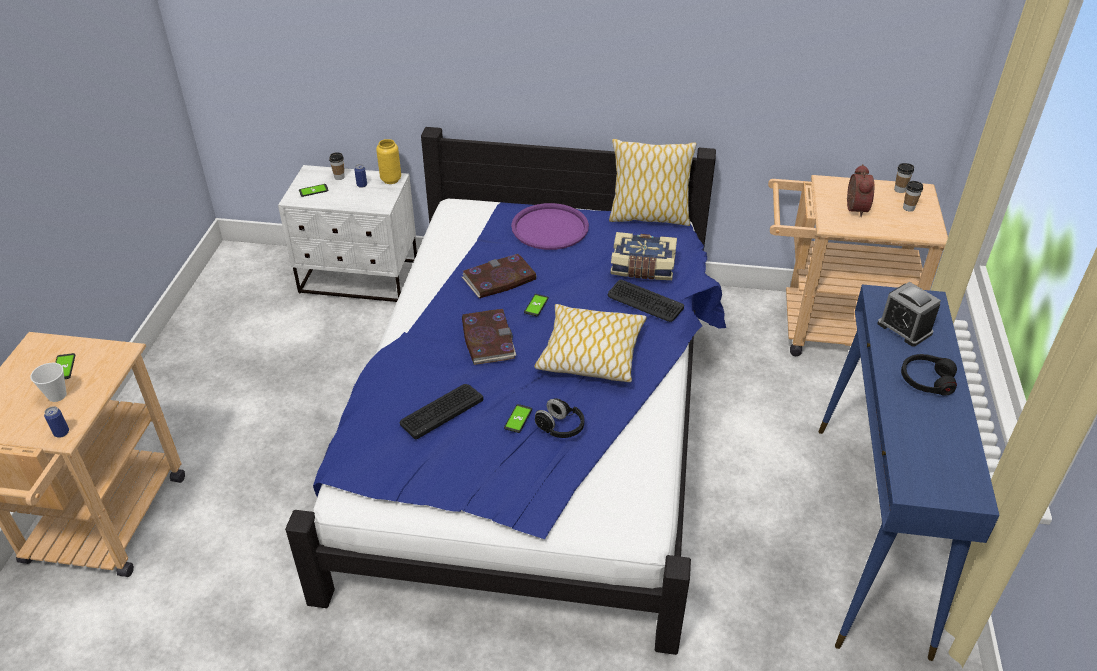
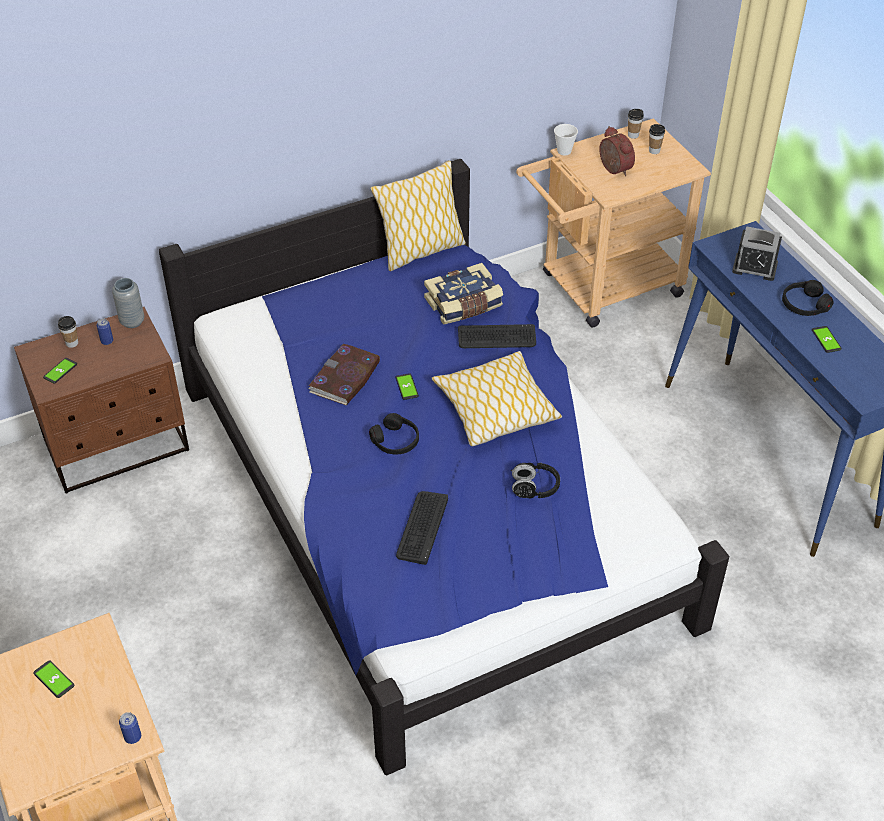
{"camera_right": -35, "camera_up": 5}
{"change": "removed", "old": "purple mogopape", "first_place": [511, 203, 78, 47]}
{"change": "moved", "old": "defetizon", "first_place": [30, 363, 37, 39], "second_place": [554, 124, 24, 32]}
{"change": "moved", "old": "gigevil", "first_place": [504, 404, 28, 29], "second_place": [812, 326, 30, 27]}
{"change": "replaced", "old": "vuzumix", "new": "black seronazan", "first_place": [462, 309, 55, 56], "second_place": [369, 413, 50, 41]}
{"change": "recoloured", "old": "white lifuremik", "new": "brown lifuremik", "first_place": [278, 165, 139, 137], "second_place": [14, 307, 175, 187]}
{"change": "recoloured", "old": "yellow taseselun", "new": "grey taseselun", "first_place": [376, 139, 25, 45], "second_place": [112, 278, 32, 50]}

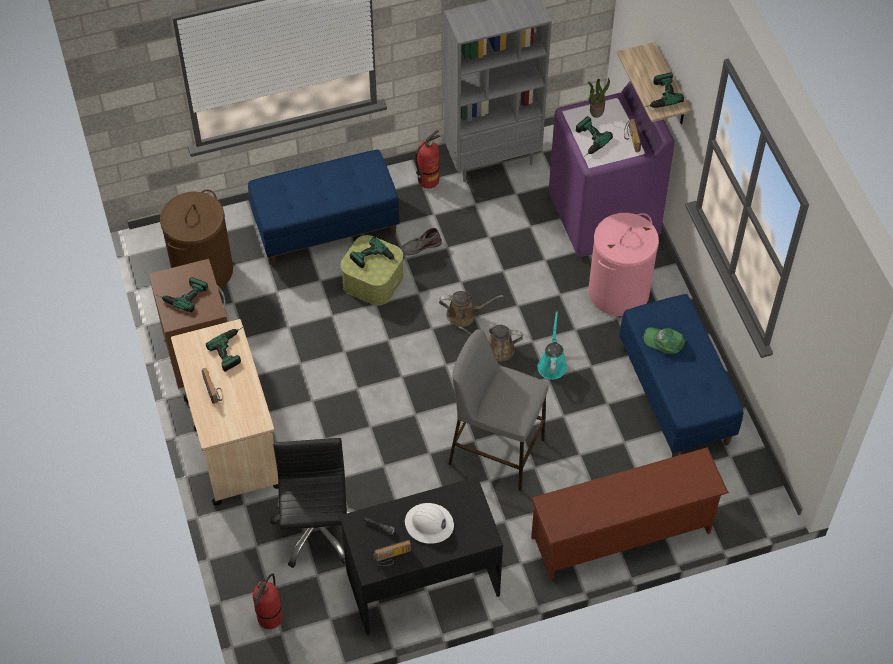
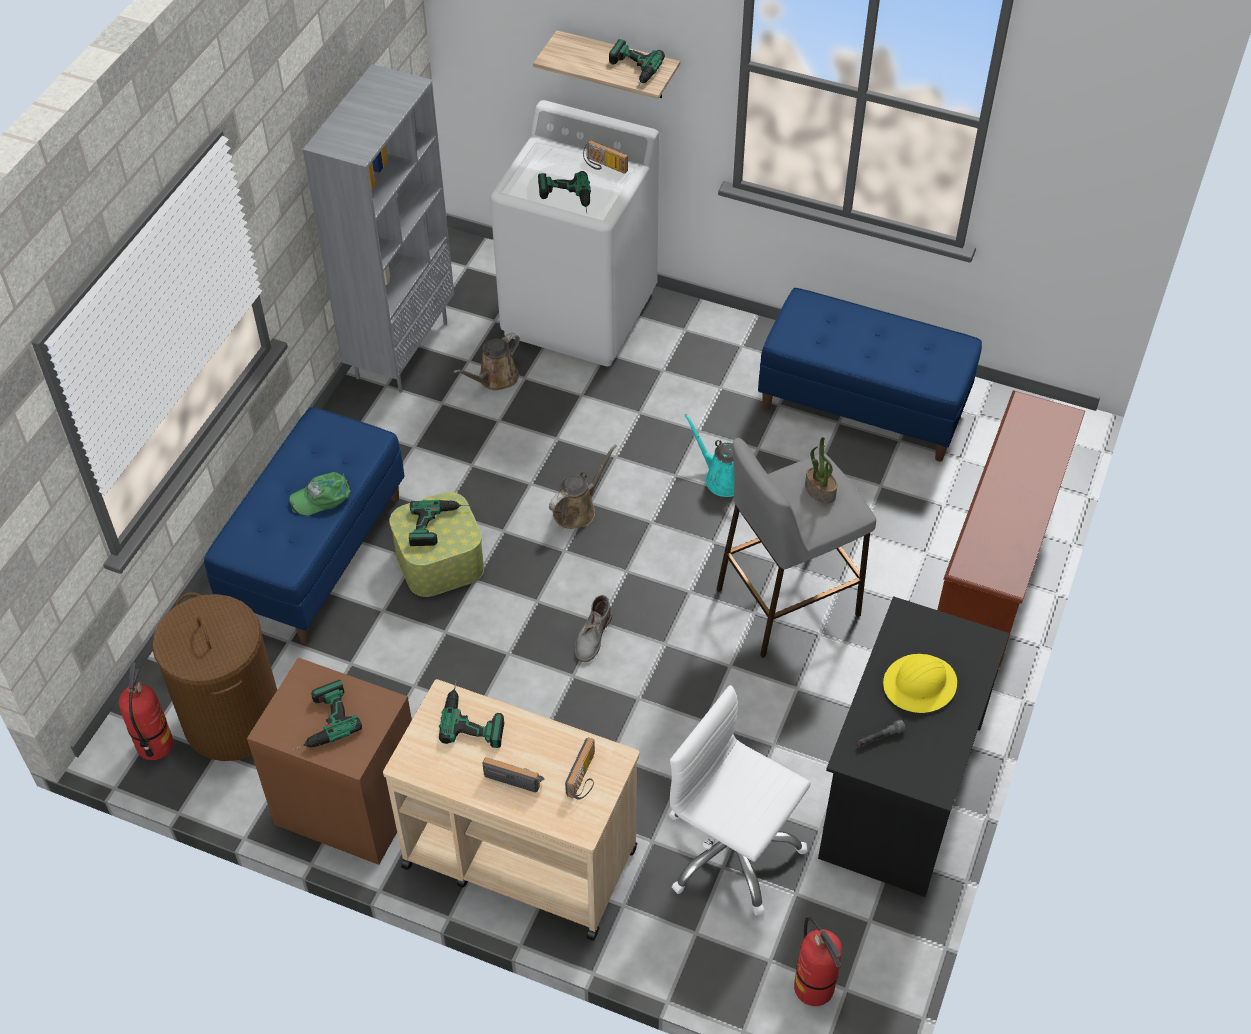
{"camera_right": -50, "camera_up": -5}
{"change": "removed", "old": "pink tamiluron", "first_place": [588, 213, 71, 103]}
{"change": "moved", "old": "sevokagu", "first_place": [373, 540, 38, 26], "second_place": [565, 737, 30, 63]}
{"change": "moved", "old": "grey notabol", "first_place": [400, 228, 42, 27], "second_place": [574, 595, 38, 67]}
{"change": "moved", "old": "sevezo", "first_place": [415, 130, 25, 59], "second_place": [119, 662, 54, 98]}
{"change": "moved", "old": "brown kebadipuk", "first_place": [458, 325, 65, 37], "second_place": [453, 333, 67, 58]}
{"change": "moved", "old": "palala", "first_place": [588, 78, 22, 40], "second_place": [805, 437, 32, 66]}
{"change": "moved", "old": "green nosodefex", "first_place": [643, 327, 44, 27], "second_place": [289, 472, 62, 44]}
{"change": "recoloured", "old": "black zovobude", "new": "white zovobude", "first_place": [270, 438, 87, 130], "second_place": [669, 685, 142, 231]}
{"change": "recoloured", "old": "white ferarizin", "new": "yellow ferarizin", "first_place": [405, 503, 49, 41], "second_place": [883, 654, 74, 59]}
{"change": "recoloured", "old": "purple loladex", "new": "white loladex", "first_place": [549, 81, 126, 177], "second_place": [490, 100, 169, 267]}

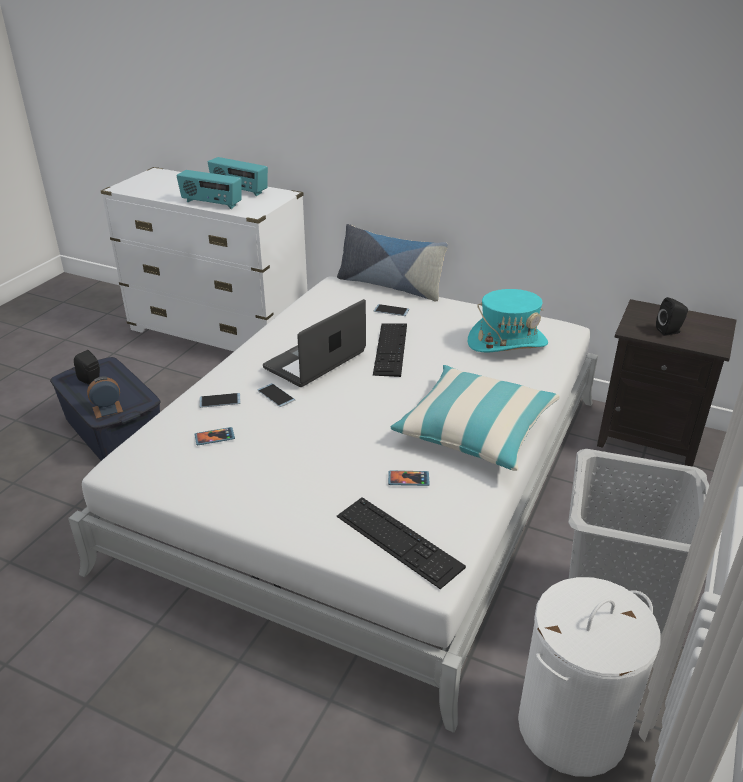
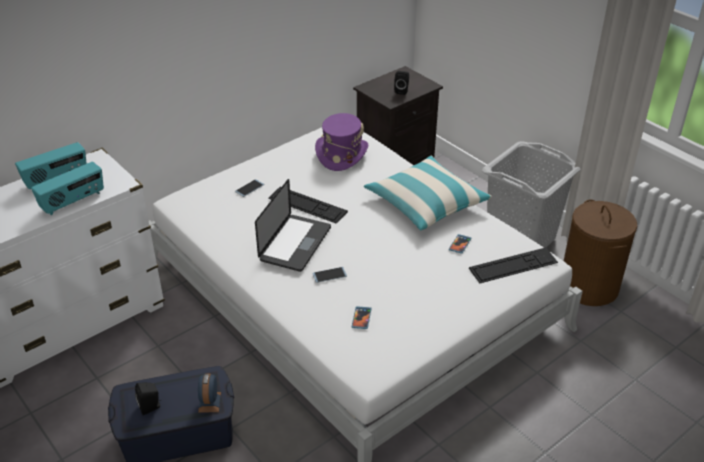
{"camera_right": -65, "camera_up": 5}
{"change": "removed", "old": "gigevil", "first_place": [199, 393, 42, 15]}
{"change": "removed", "old": "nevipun", "first_place": [337, 224, 111, 77]}
{"change": "recoloured", "old": "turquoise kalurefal", "new": "purple kalurefal", "first_place": [468, 289, 80, 63], "second_place": [315, 113, 53, 58]}
{"change": "recoloured", "old": "white tamiluron", "new": "brown tamiluron", "first_place": [518, 577, 143, 200], "second_place": [564, 200, 73, 106]}
{"change": "turned", "old": "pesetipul", "first_place": [263, 299, 103, 88], "second_place": [255, 179, 76, 93], "degrees": -135}

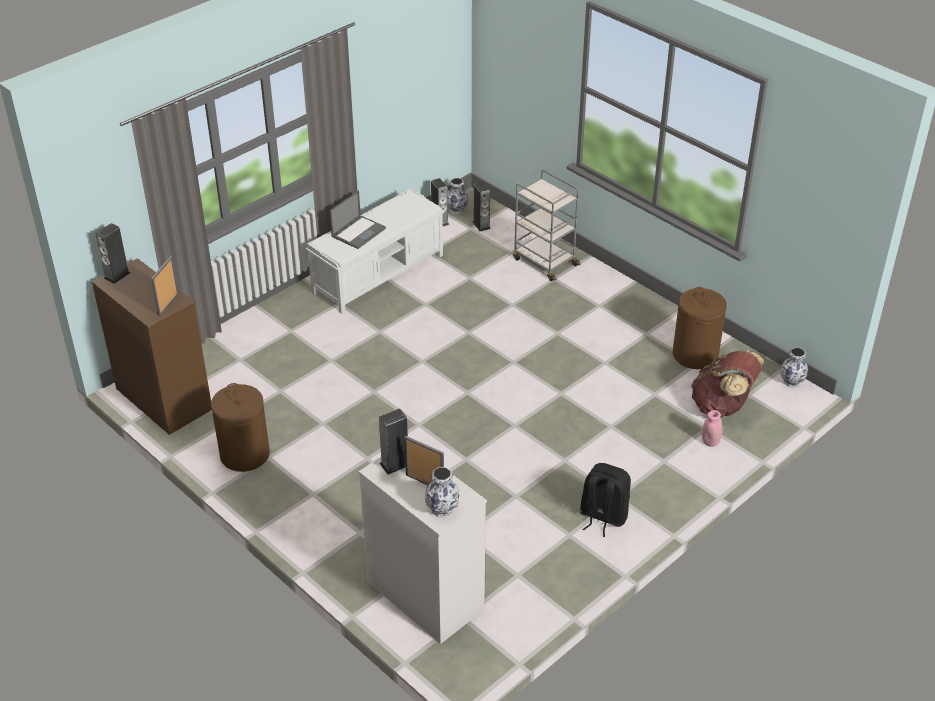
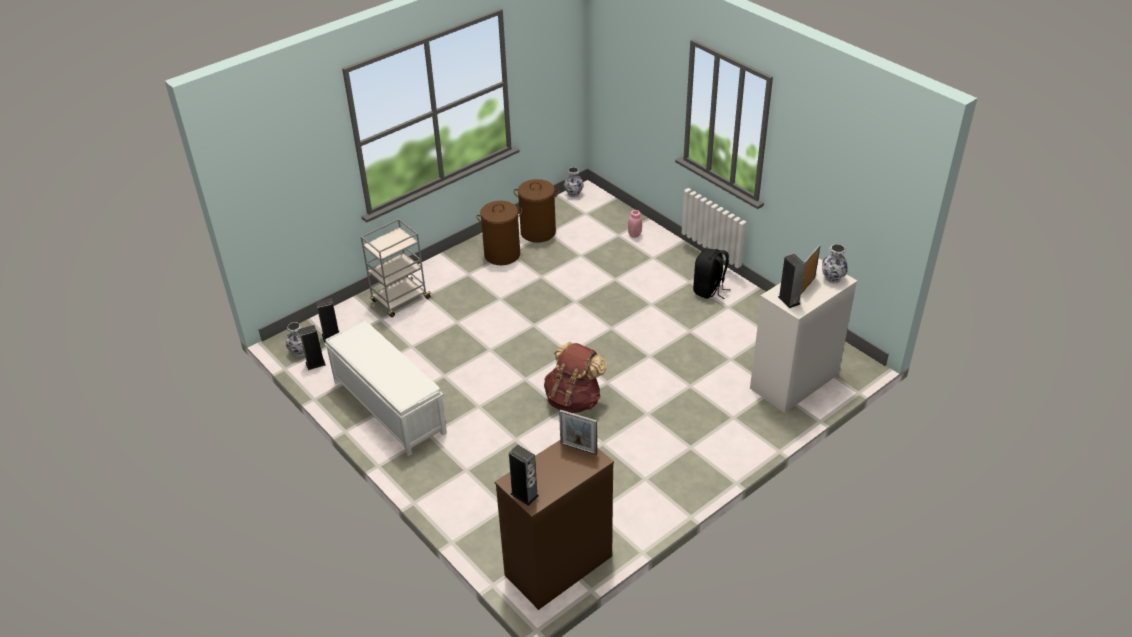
{"camera_right": -85, "camera_up": 0}
{"change": "removed", "old": "pesetipul", "first_place": [330, 190, 56, 59]}
{"change": "moved", "old": "brown tamiluron", "first_place": [211, 383, 59, 89], "second_place": [476, 201, 46, 64]}
{"change": "moved", "old": "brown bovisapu", "first_place": [691, 350, 73, 68], "second_place": [544, 342, 63, 71]}

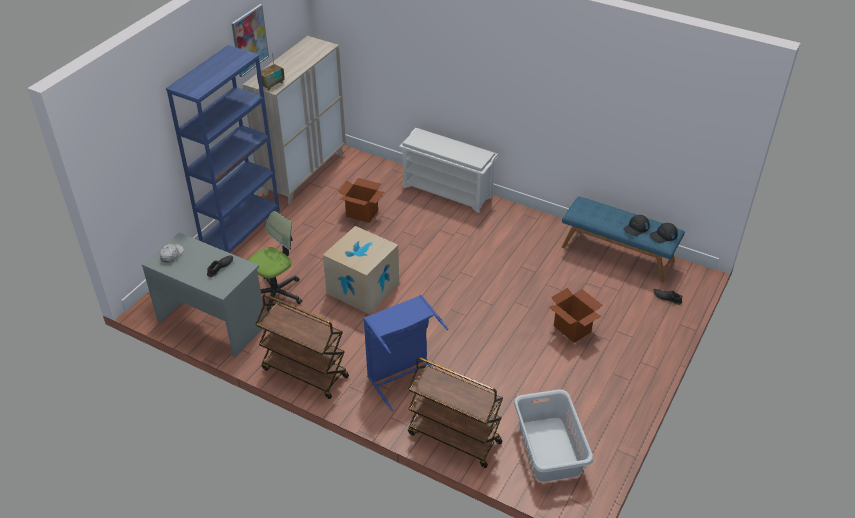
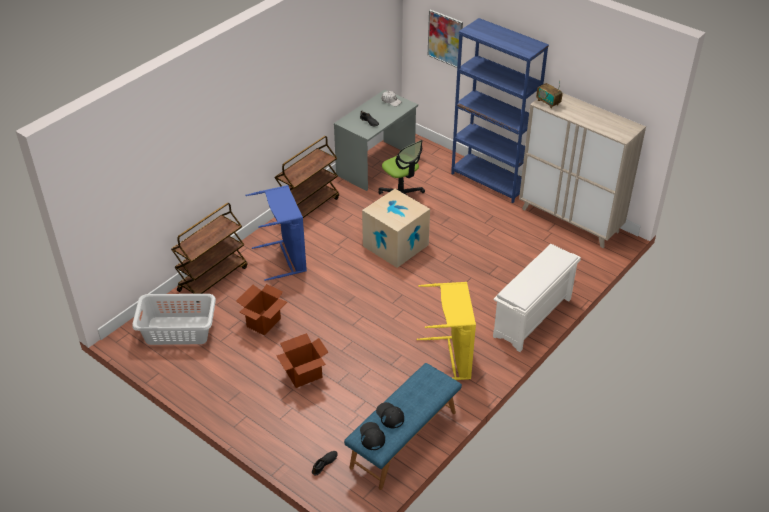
{"camera_right": 100, "camera_up": 0}
{"change": "added", "new": "yellow tamiluron", "second_place": [417, 282, 59, 98]}
{"change": "moved", "old": "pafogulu", "first_place": [231, 4, 38, 73], "second_place": [428, 9, 35, 59]}
{"change": "moved", "old": "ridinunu", "first_place": [338, 178, 46, 45], "second_place": [236, 284, 51, 51]}

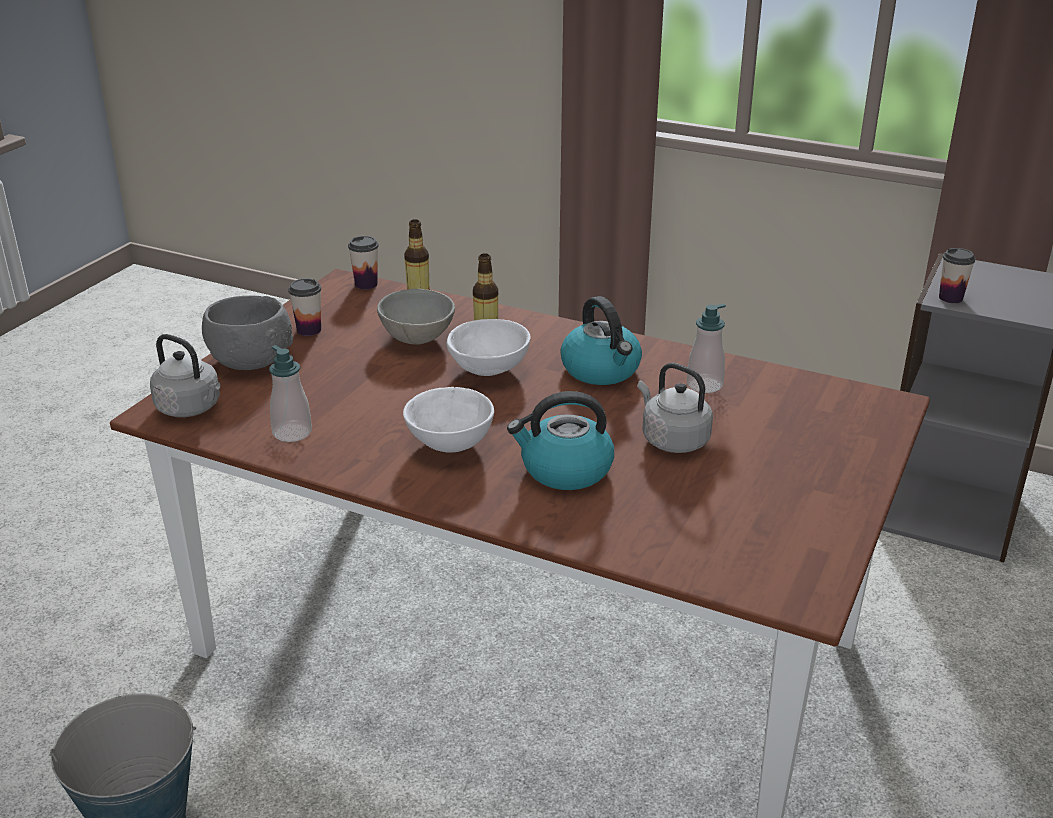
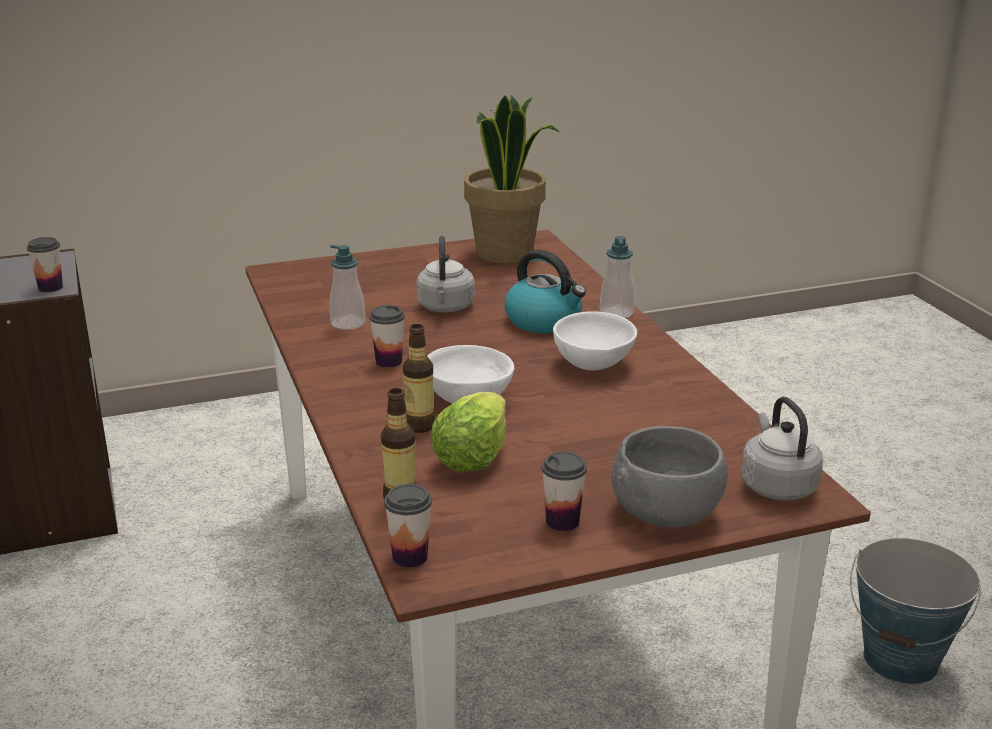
{"camera_right": -135, "camera_up": -5}
{"change": "added", "new": "palala", "second_place": [464, 95, 95, 169]}
{"change": "moved", "old": "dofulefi", "first_place": [269, 345, 43, 97], "second_place": [600, 236, 35, 82]}
{"change": "replaced", "old": "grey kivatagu", "new": "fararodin", "first_place": [377, 289, 78, 56], "second_place": [430, 392, 76, 80]}
{"change": "replaced", "old": "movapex", "new": "defetizon", "first_place": [560, 296, 82, 89], "second_place": [369, 305, 36, 63]}

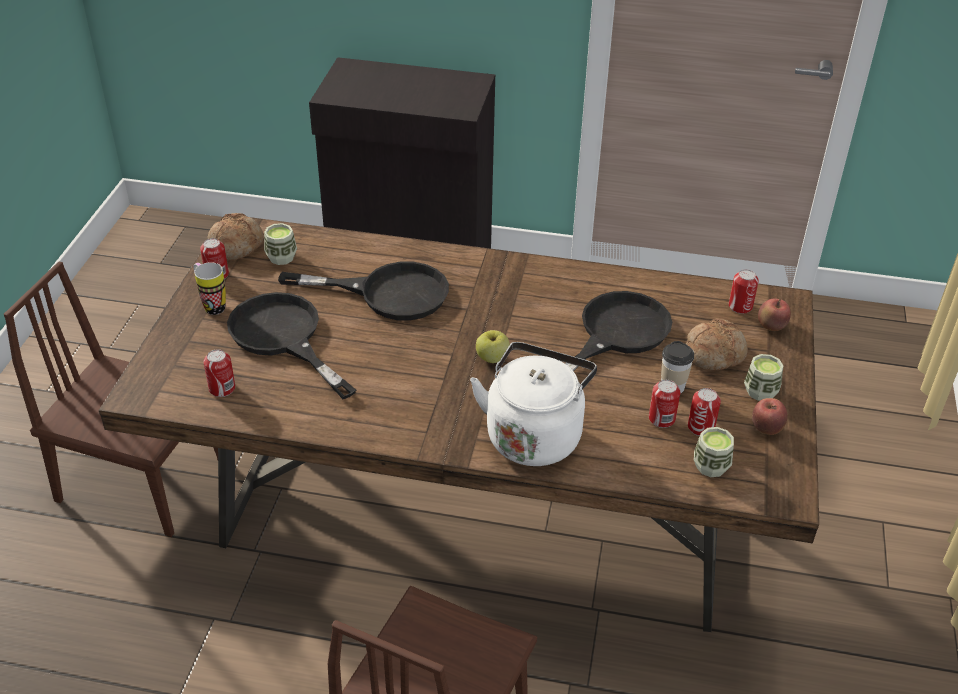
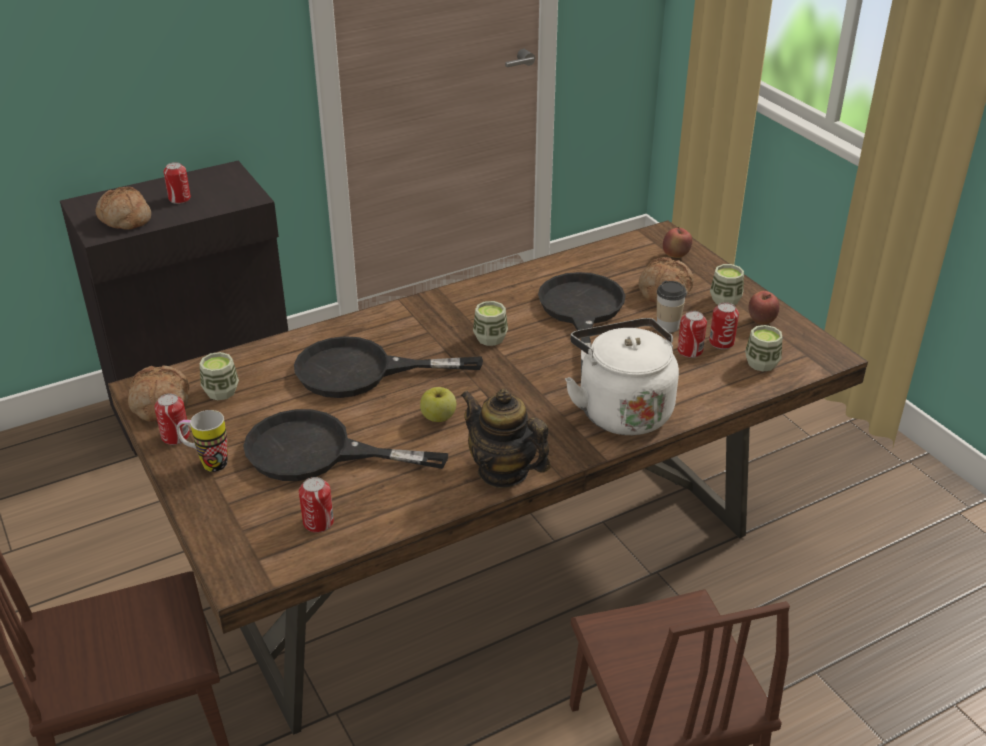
{"camera_right": -40, "camera_up": -5}
{"change": "added", "new": "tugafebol", "second_place": [96, 187, 55, 43]}
{"change": "added", "new": "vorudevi", "second_place": [460, 389, 91, 99]}
{"change": "added", "new": "defetizon", "second_place": [473, 301, 35, 45]}
{"change": "moved", "old": "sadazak", "first_place": [476, 330, 34, 33], "second_place": [420, 387, 36, 35]}
{"change": "moved", "old": "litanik", "first_place": [729, 269, 30, 45], "second_place": [163, 162, 28, 42]}
{"change": "turned", "old": "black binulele", "first_place": [278, 262, 171, 59], "second_place": [294, 336, 189, 62], "degrees": -150}

